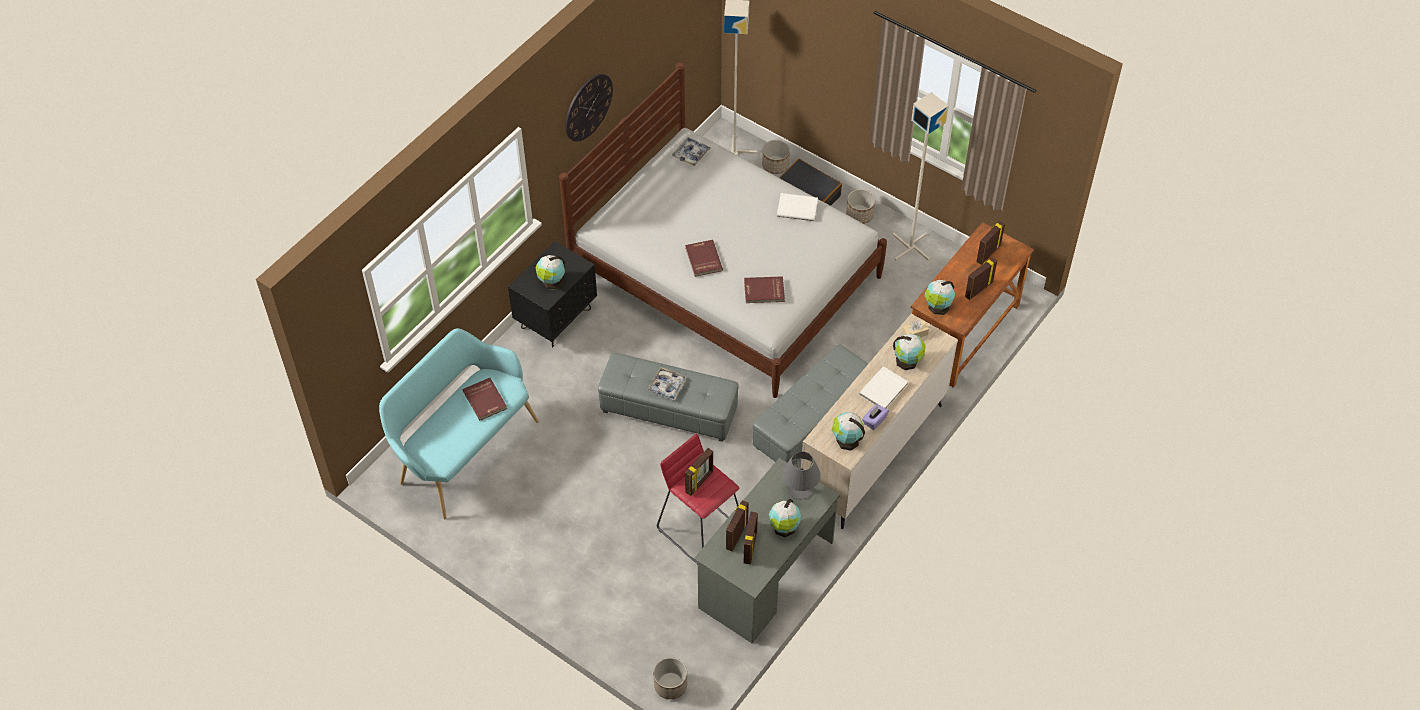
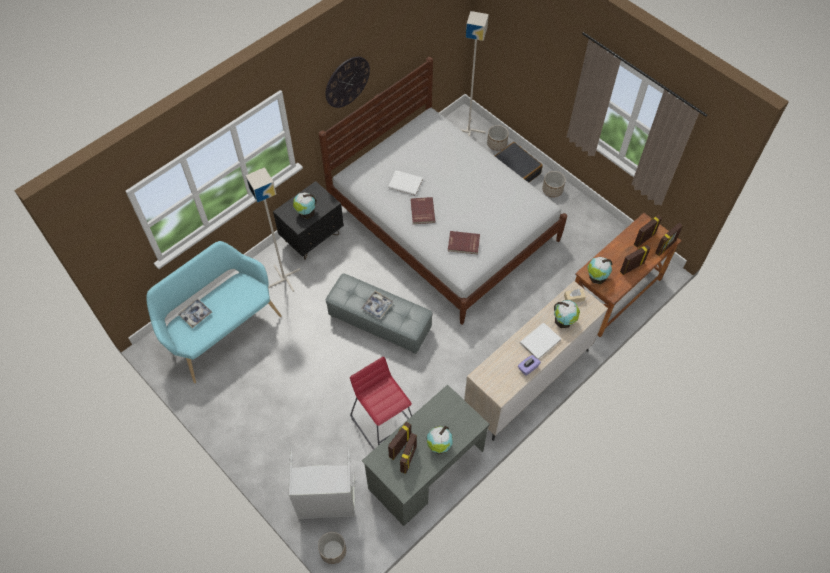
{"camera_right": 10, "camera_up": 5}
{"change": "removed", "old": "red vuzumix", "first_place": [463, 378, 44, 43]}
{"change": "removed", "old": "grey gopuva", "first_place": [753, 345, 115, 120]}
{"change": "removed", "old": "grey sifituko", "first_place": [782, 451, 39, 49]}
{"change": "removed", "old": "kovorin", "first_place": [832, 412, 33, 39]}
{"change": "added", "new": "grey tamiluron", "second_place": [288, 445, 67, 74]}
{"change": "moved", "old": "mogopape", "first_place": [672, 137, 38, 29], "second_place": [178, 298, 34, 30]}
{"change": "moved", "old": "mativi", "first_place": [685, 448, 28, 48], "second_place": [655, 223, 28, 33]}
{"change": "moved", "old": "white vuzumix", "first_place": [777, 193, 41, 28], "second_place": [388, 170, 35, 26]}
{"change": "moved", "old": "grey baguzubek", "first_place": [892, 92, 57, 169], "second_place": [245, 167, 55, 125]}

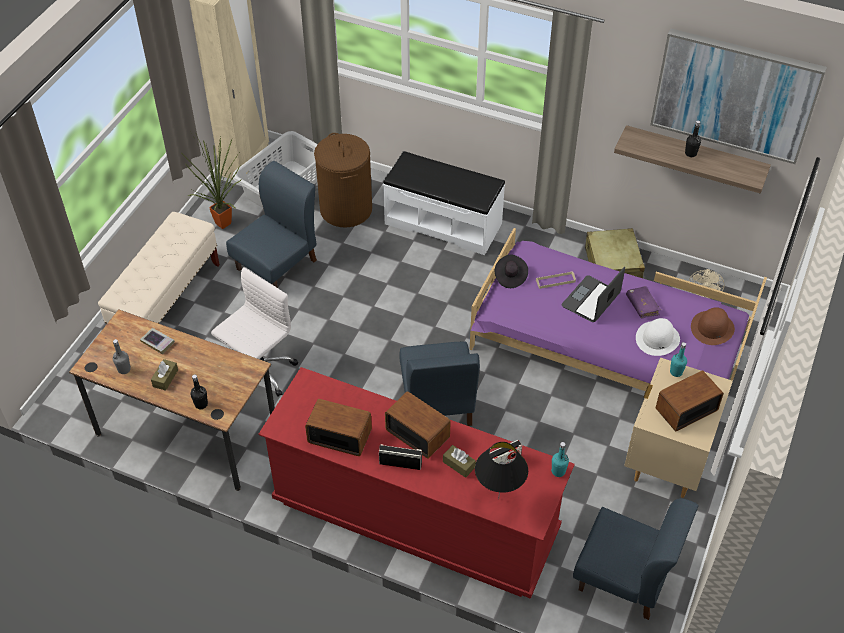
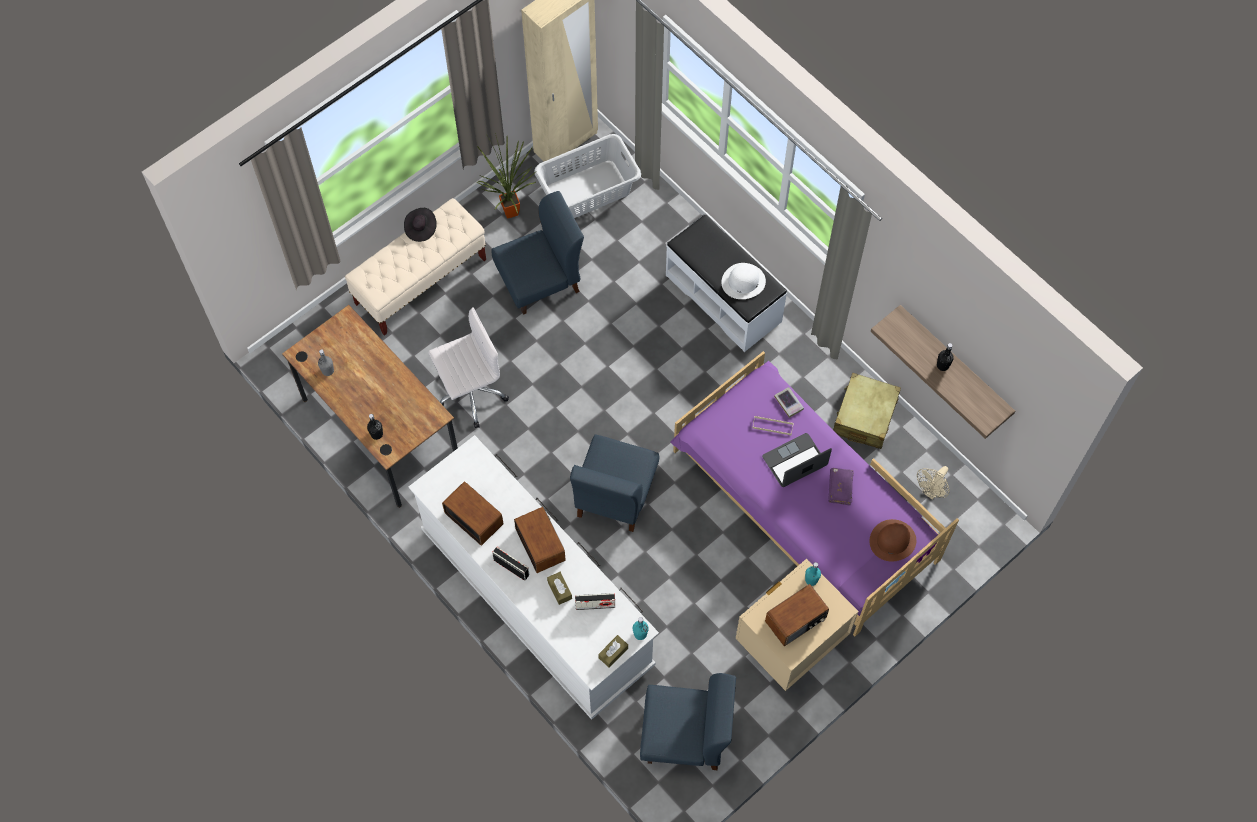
{"camera_right": 25, "camera_up": 15}
{"change": "removed", "old": "brown tamiluron", "first_place": [314, 133, 58, 95]}
{"change": "removed", "old": "black sifituko", "first_place": [475, 442, 53, 58]}
{"change": "removed", "old": "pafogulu", "first_place": [650, 28, 177, 136]}
{"change": "moved", "old": "vuzumix", "first_place": [140, 328, 35, 26], "second_place": [774, 387, 30, 31]}
{"change": "moved", "old": "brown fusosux", "first_place": [151, 359, 27, 32], "second_place": [598, 635, 30, 33]}
{"change": "moved", "old": "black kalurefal", "first_place": [495, 254, 33, 34], "second_place": [404, 208, 33, 34]}
{"change": "moved", "old": "white kalurefal", "first_place": [636, 318, 44, 38], "second_place": [721, 263, 45, 36]}
{"change": "recoloured", "old": "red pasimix", "new": "white pasimix", "first_place": [258, 367, 317, 232], "second_place": [409, 435, 250, 285]}
{"change": "turned", "old": "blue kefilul", "first_place": [573, 498, 125, 122], "second_place": [640, 673, 96, 97], "degrees": -45}
{"change": "turned", "old": "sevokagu", "first_place": [656, 370, 68, 62], "second_place": [765, 584, 64, 62], "degrees": 150}

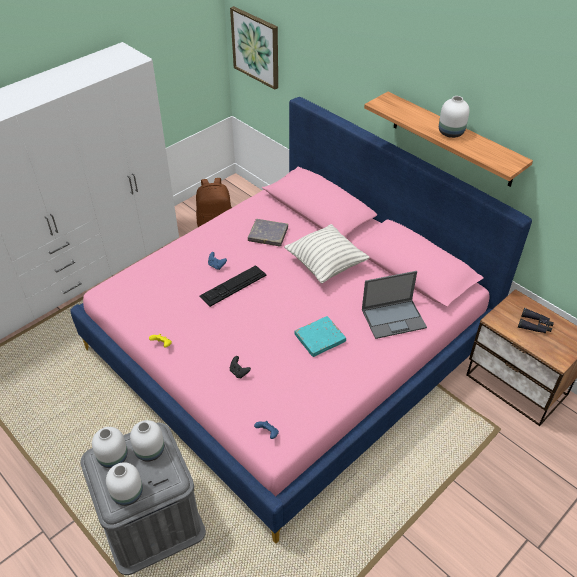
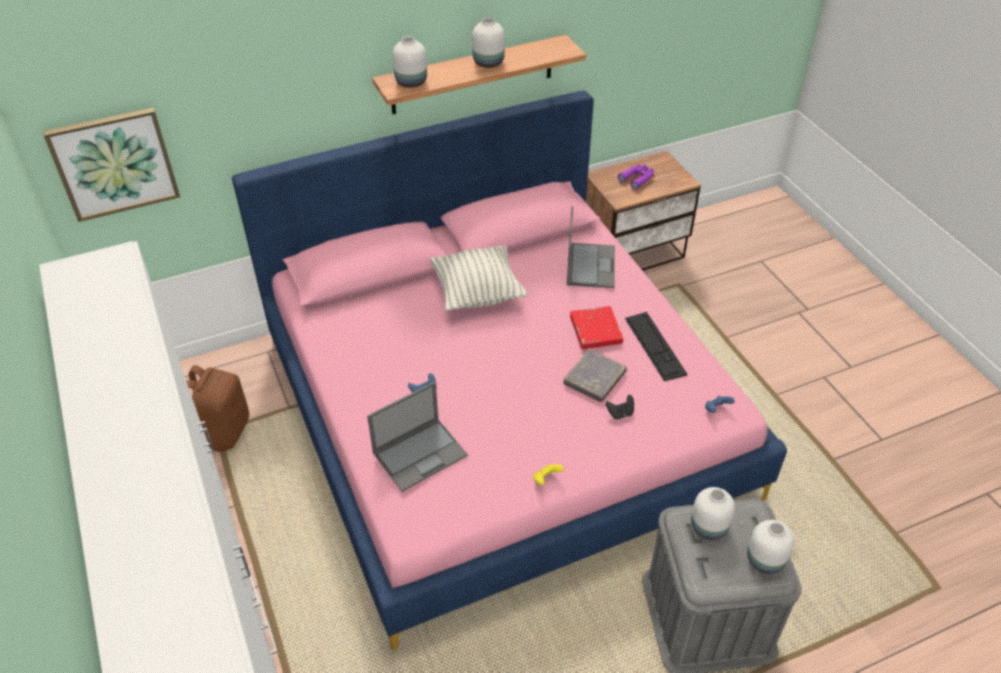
{"camera_right": -70, "camera_up": 0}
{"change": "added", "new": "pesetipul", "second_place": [367, 382, 101, 110]}
{"change": "moved", "old": "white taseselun", "first_place": [92, 427, 36, 41], "second_place": [392, 36, 35, 52]}
{"change": "moved", "old": "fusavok", "first_place": [199, 265, 68, 42], "second_place": [625, 312, 62, 69]}
{"change": "moved", "old": "grey vuzumix", "first_place": [248, 219, 40, 28], "second_place": [563, 349, 64, 53]}
{"change": "recoloured", "old": "turquoise vuzumix", "new": "red vuzumix", "first_place": [294, 316, 52, 41], "second_place": [570, 306, 53, 43]}
{"change": "recoloured", "old": "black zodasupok", "new": "purple zodasupok", "first_place": [518, 308, 36, 25], "second_place": [618, 164, 36, 26]}

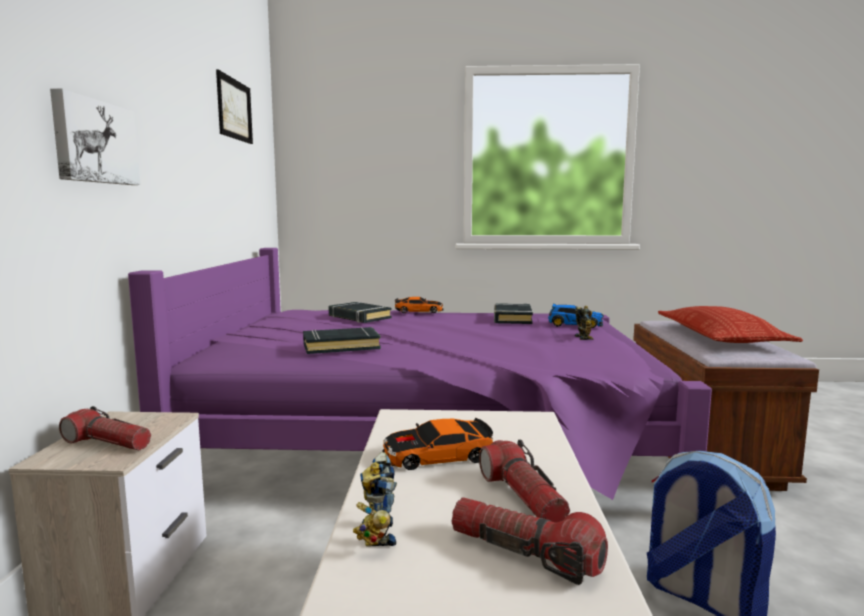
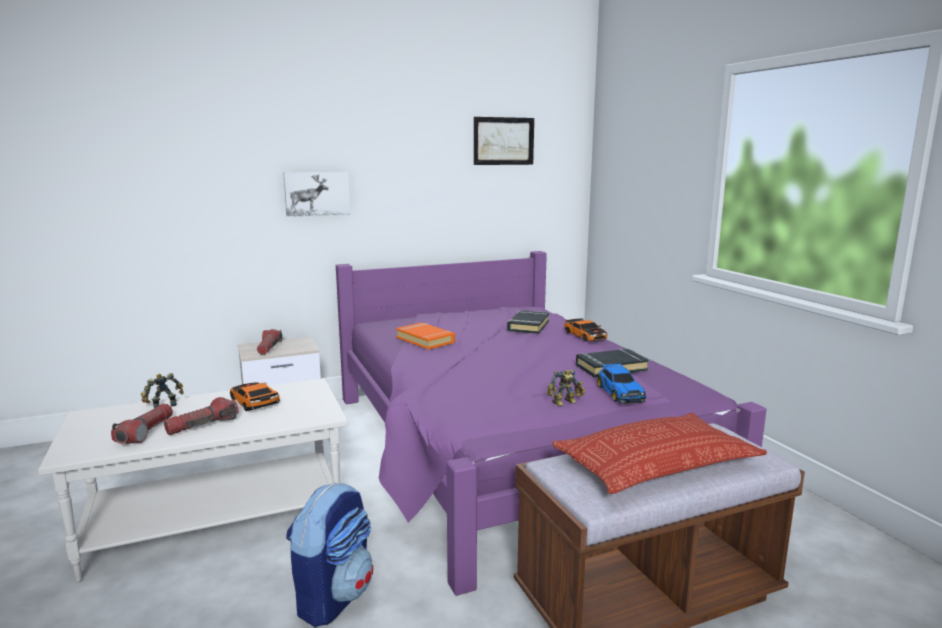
{"camera_right": 65, "camera_up": 5}
{"change": "recoloured", "old": "black vuzumix", "new": "orange vuzumix", "first_place": [303, 327, 78, 27], "second_place": [396, 322, 59, 27]}

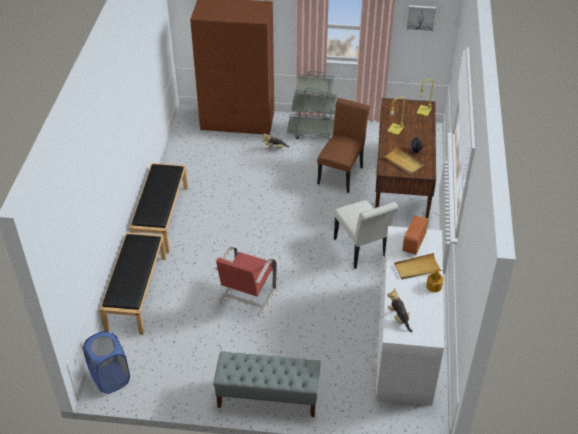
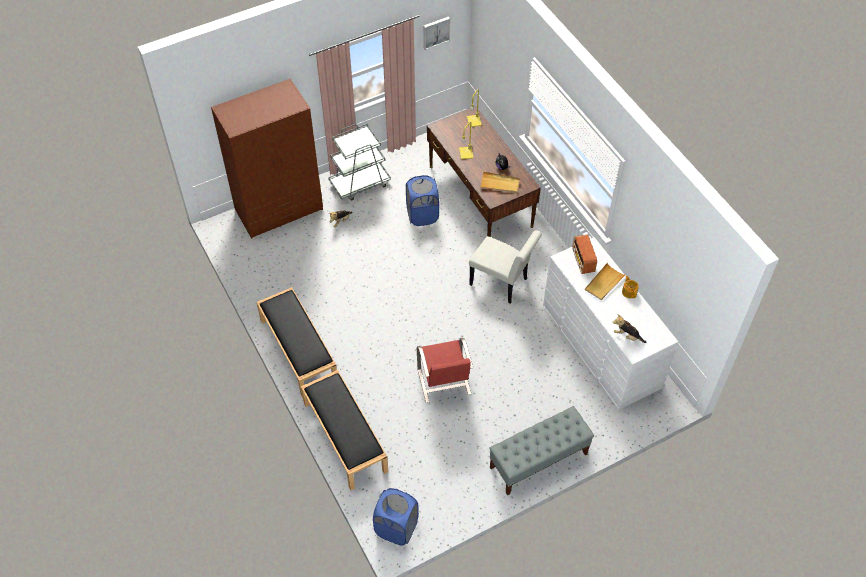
{"camera_right": -35, "camera_up": 10}
{"change": "replaced", "old": "brown kefilul", "new": "blue tamiluron", "first_place": [317, 98, 54, 95], "second_place": [406, 175, 33, 51]}

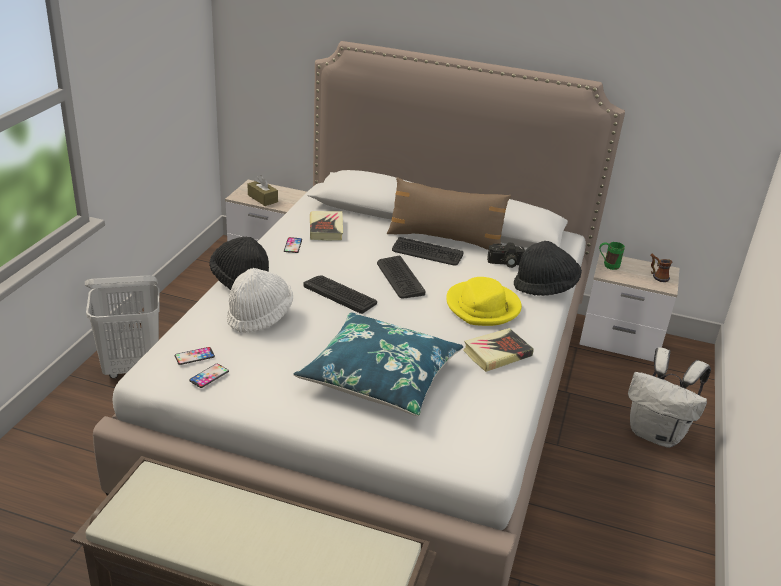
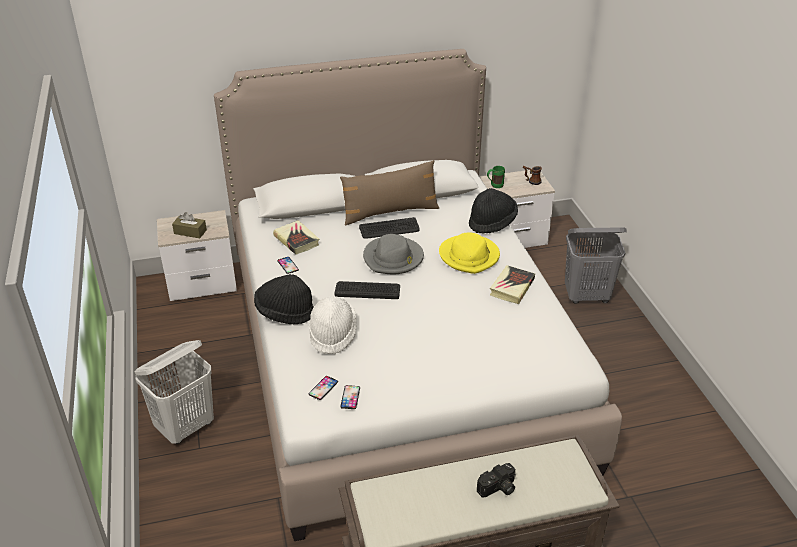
{"camera_right": -30, "camera_up": 5}
{"change": "removed", "old": "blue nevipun", "first_place": [294, 313, 169, 103]}
{"change": "moved", "old": "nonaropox", "first_place": [487, 242, 38, 26], "second_place": [477, 463, 39, 34]}
{"change": "replaced", "old": "fusavok", "new": "grey kalurefal", "first_place": [377, 256, 48, 43], "second_place": [363, 234, 61, 40]}
{"change": "replaced", "old": "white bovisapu", "new": "grey tamiluron", "first_place": [628, 347, 83, 101], "second_place": [565, 228, 62, 76]}

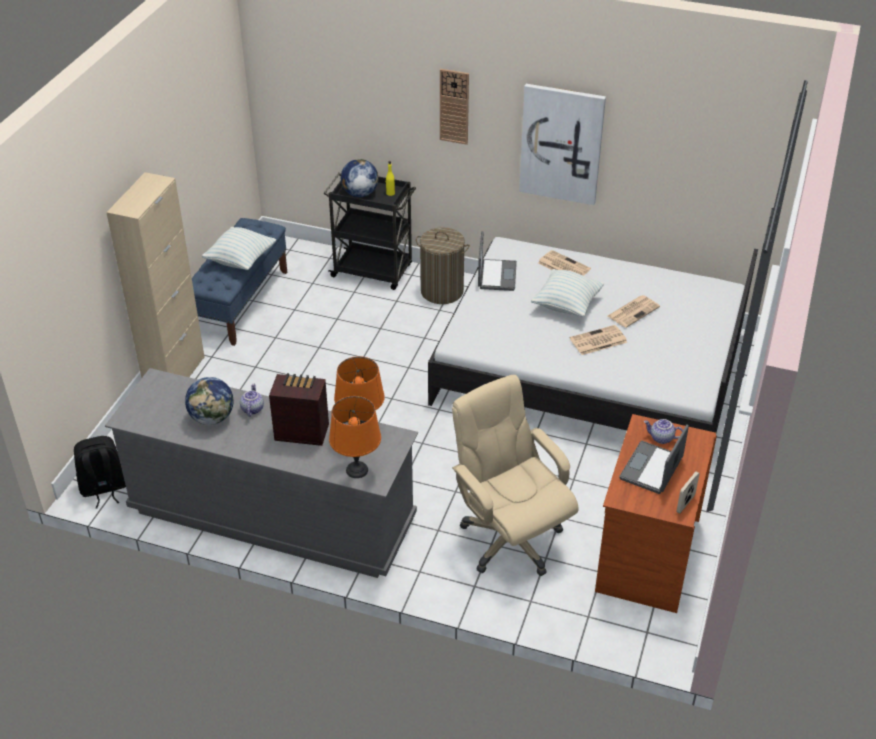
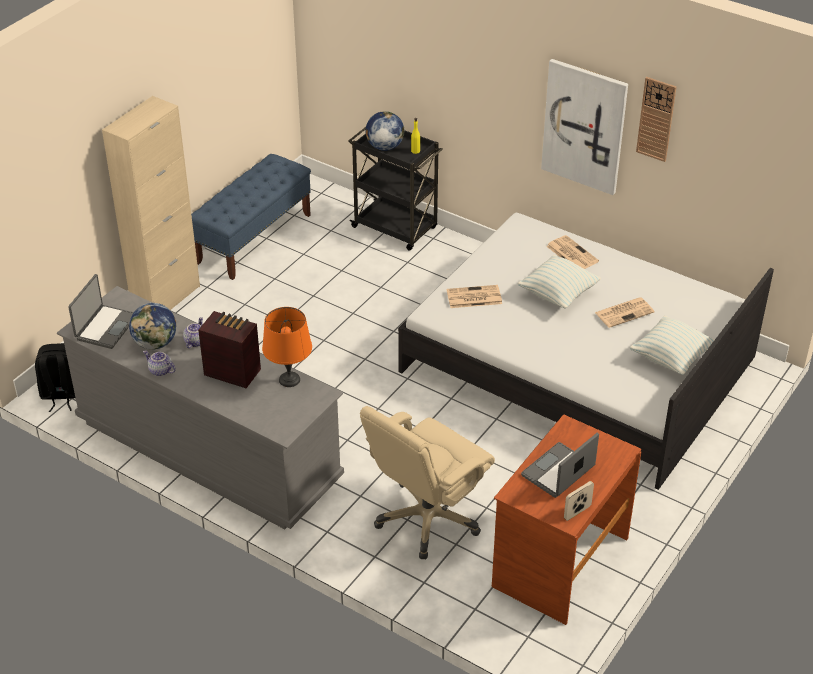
{"camera_right": 15, "camera_up": 0}
{"change": "removed", "old": "orange sifituko", "first_place": [329, 396, 52, 82]}
{"change": "removed", "old": "tamiluron", "first_place": [416, 227, 54, 77]}
{"change": "moved", "old": "nevipun", "first_place": [202, 227, 74, 43], "second_place": [630, 315, 85, 60]}
{"change": "moved", "old": "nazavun", "first_place": [440, 69, 29, 76], "second_place": [636, 77, 41, 85]}
{"change": "moved", "old": "pesetipul", "first_place": [478, 231, 39, 60], "second_place": [68, 274, 66, 75]}
{"change": "moved", "old": "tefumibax", "first_place": [570, 325, 57, 30], "second_place": [447, 285, 55, 23]}
{"change": "moved", "old": "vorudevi", "first_place": [644, 419, 39, 25], "second_place": [143, 350, 33, 26]}
{"change": "turned", "old": "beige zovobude", "first_place": [452, 375, 127, 201], "second_place": [360, 406, 135, 153], "degrees": -120}

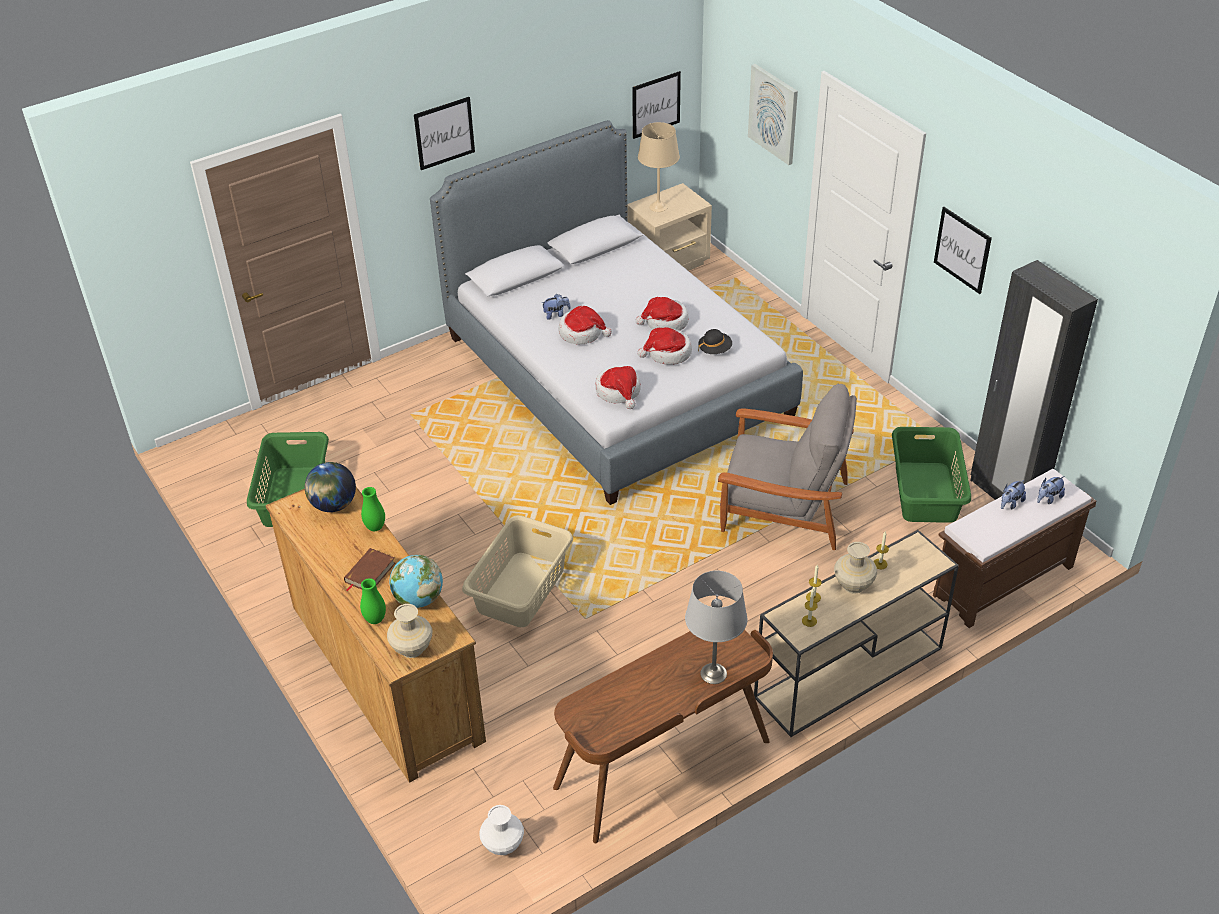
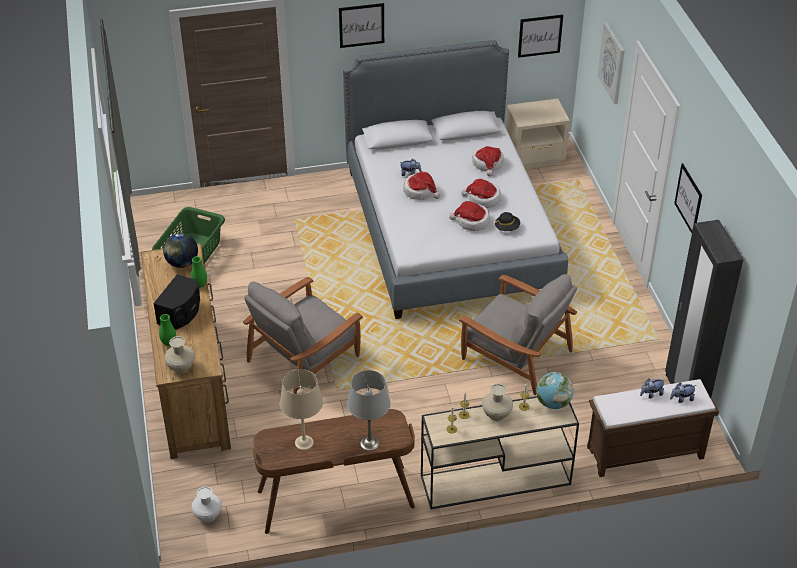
{"camera_right": 20, "camera_up": 0}
{"change": "removed", "old": "green tamiluron", "first_place": [892, 427, 79, 96]}
{"change": "moved", "old": "kovorin", "first_place": [390, 555, 53, 53], "second_place": [536, 372, 38, 37]}
{"change": "moved", "old": "kalurefal", "first_place": [595, 366, 46, 43], "second_place": [472, 146, 32, 30]}
{"change": "moved", "old": "beige sifituko", "first_place": [638, 122, 42, 90], "second_place": [280, 369, 43, 81]}
{"change": "replaced", "old": "brown vuzumix", "new": "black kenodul", "first_place": [344, 548, 51, 43], "second_place": [153, 274, 47, 56]}
{"change": "replaced", "old": "beige tamiluron", "new": "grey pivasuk", "first_place": [462, 515, 111, 112], "second_place": [243, 277, 120, 117]}

